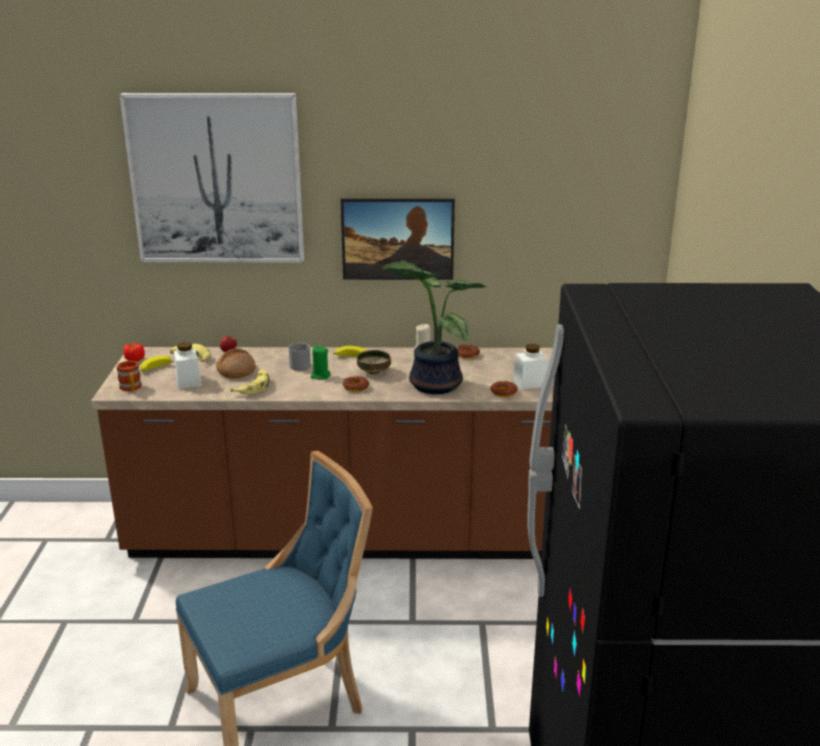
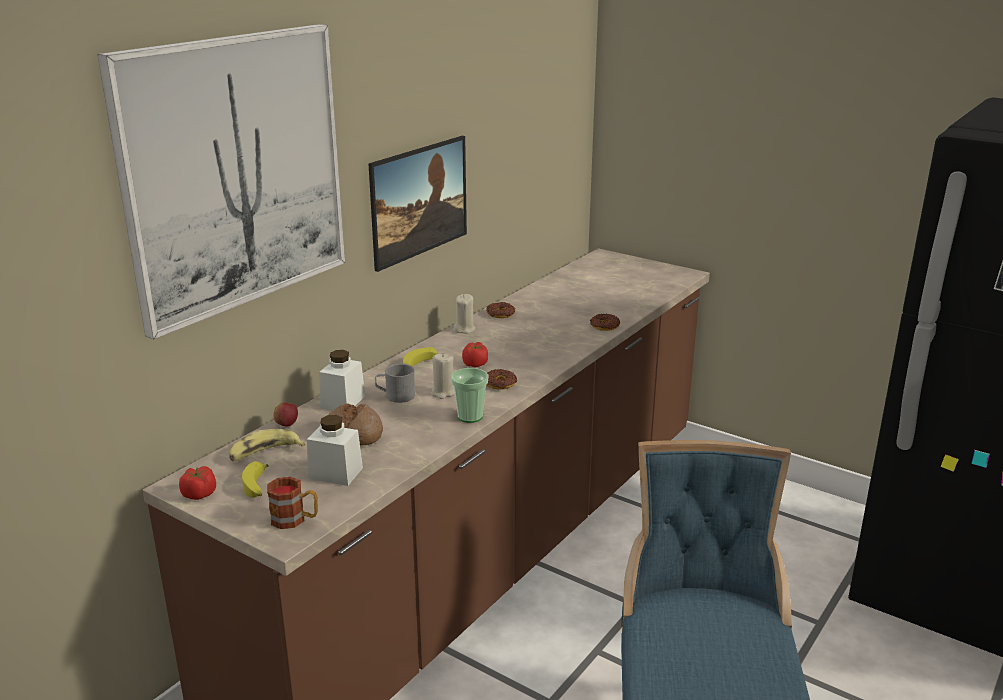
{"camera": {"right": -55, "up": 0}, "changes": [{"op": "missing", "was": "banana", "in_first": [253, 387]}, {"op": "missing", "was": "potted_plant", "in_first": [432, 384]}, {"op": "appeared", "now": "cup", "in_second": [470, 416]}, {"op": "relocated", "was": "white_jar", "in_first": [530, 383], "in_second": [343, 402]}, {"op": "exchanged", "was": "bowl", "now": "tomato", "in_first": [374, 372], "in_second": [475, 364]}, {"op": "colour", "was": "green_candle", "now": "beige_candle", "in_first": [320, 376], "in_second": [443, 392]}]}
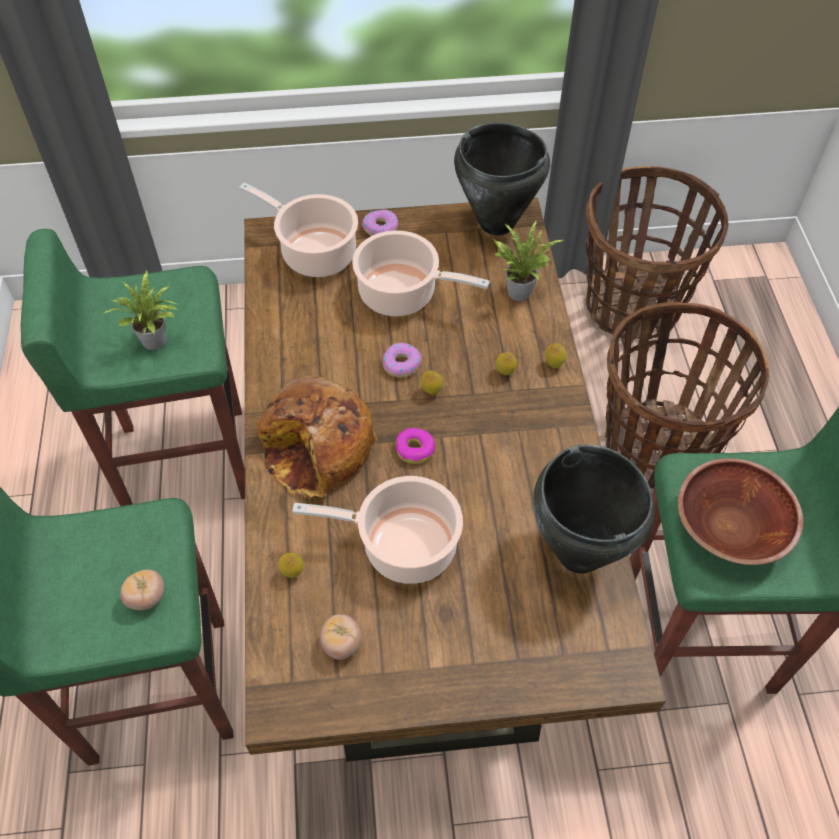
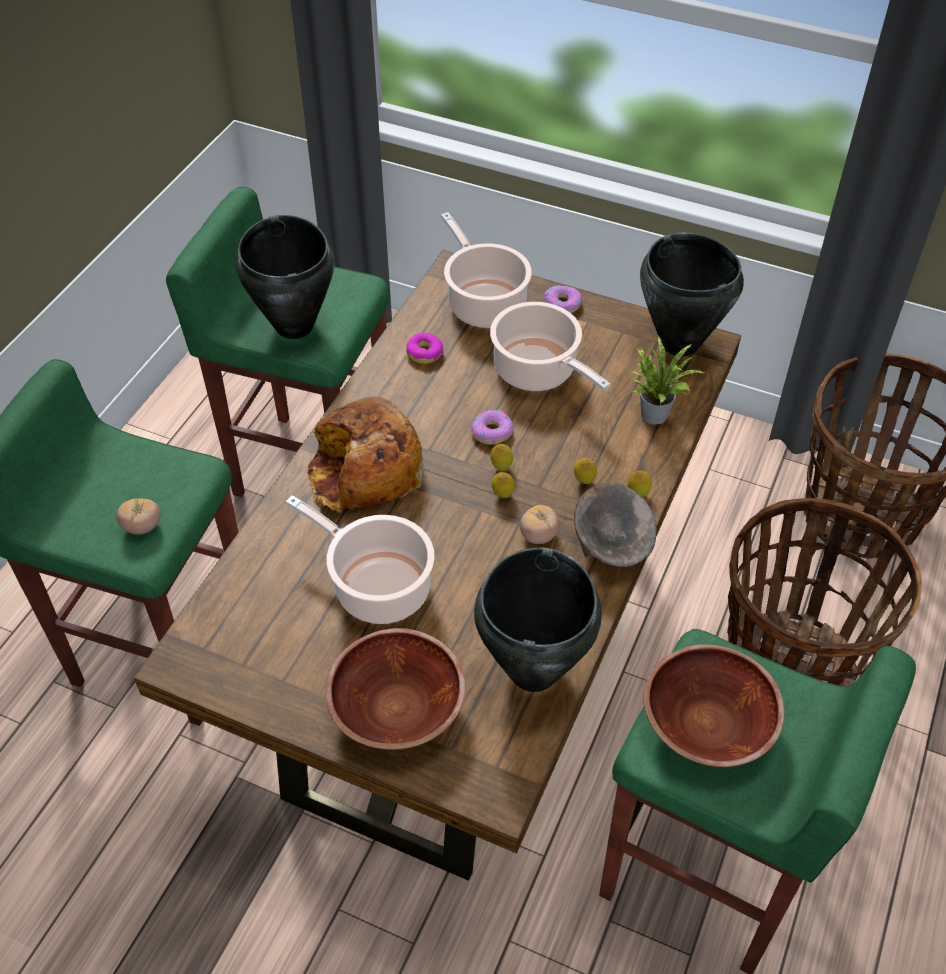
{"camera": {"right": 30, "up": -5}, "changes": [{"op": "appeared", "now": "brown_bowl", "in_second": [398, 709]}, {"op": "appeared", "now": "grey_bowl", "in_second": [611, 549]}, {"op": "relocated", "was": "lemon", "in_first": [293, 573], "in_second": [502, 495]}, {"op": "relocated", "was": "tomato", "in_first": [341, 644], "in_second": [538, 535]}, {"op": "relocated", "was": "donut", "in_first": [415, 449], "in_second": [424, 353]}, {"op": "exchanged", "was": "potted_plant", "now": "black_cooking_pot", "in_first": [156, 342], "in_second": [295, 325]}]}
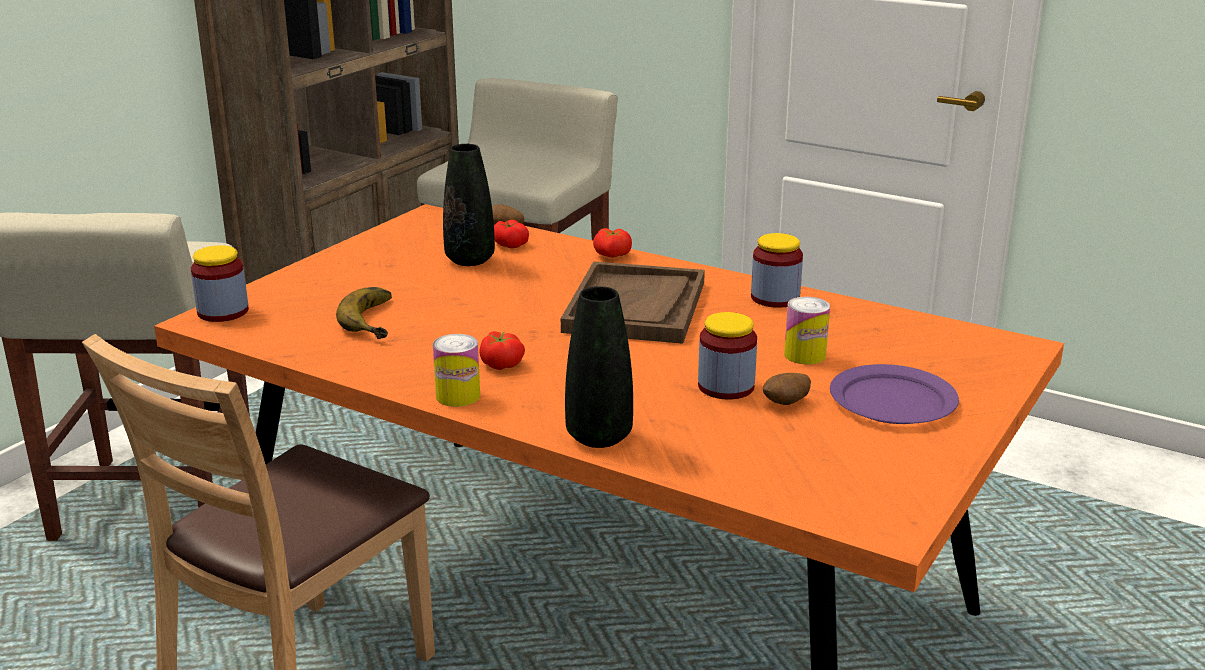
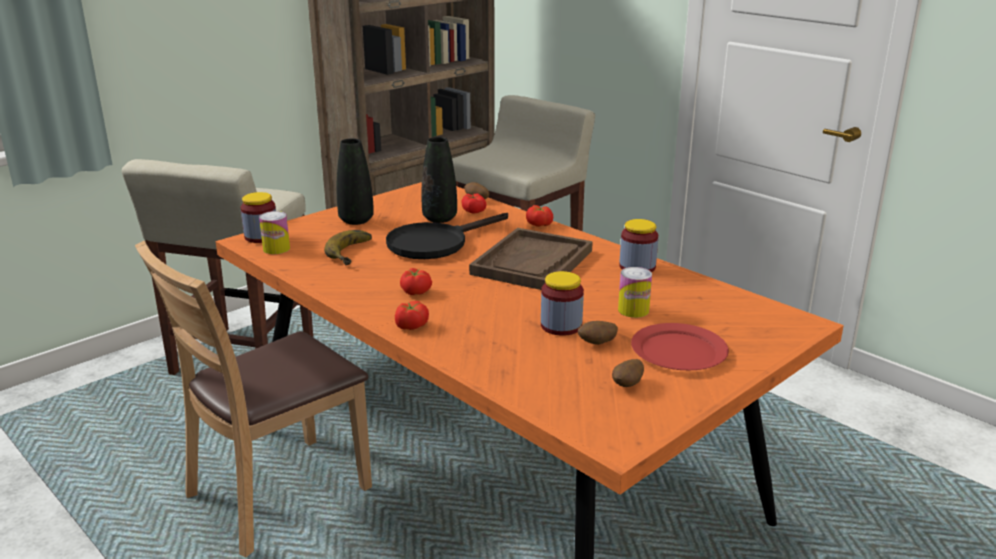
{"camera": {"right": 15, "up": 0}, "changes": [{"op": "appeared", "now": "black_frying_pan", "in_second": [435, 243]}, {"op": "appeared", "now": "tomato", "in_second": [411, 325]}, {"op": "appeared", "now": "potato", "in_second": [627, 385]}, {"op": "relocated", "was": "can", "in_first": [458, 396], "in_second": [276, 249]}, {"op": "relocated", "was": "black_vase", "in_first": [599, 437], "in_second": [356, 220]}, {"op": "colour", "was": "purple_plate", "now": "red_plate", "in_first": [893, 400], "in_second": [679, 351]}]}
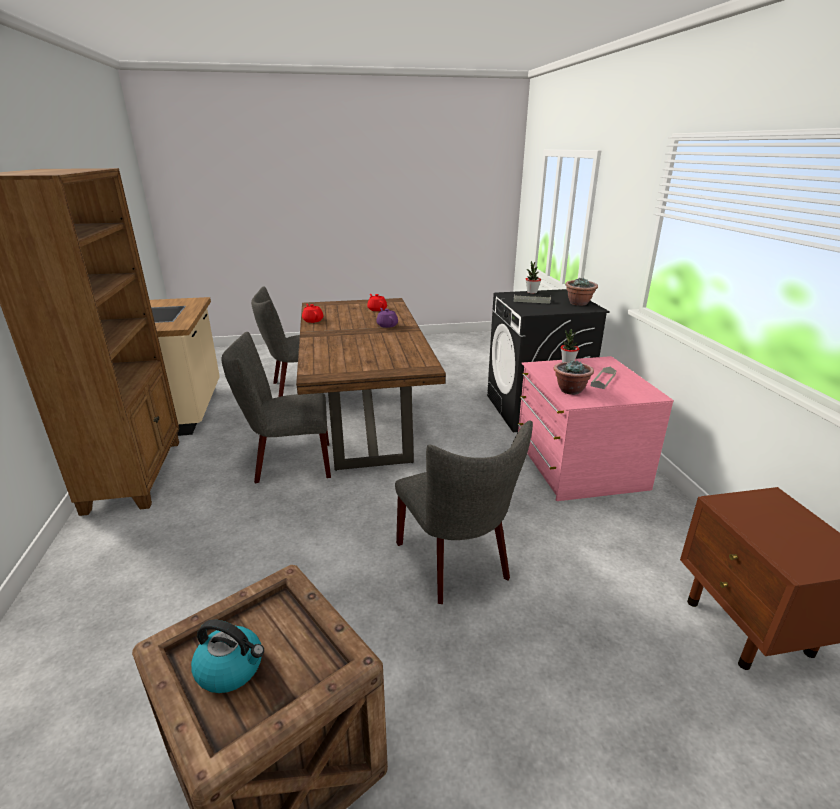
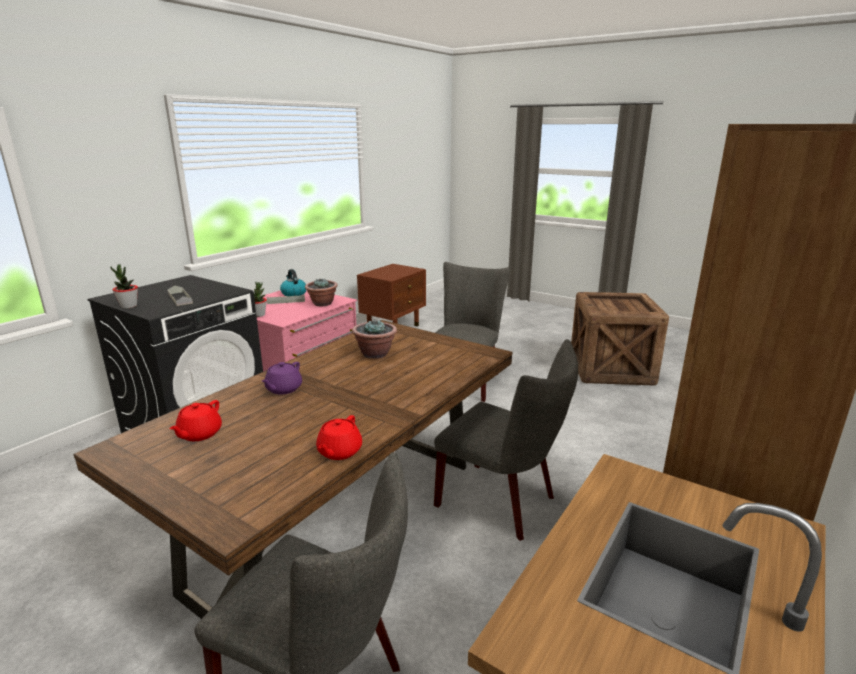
{"camera": {"right": -135, "up": -5}, "changes": [{"op": "relocated", "was": "kettle", "in_first": [231, 668], "in_second": [293, 293]}, {"op": "relocated", "was": "potted_plant", "in_first": [579, 303], "in_second": [375, 354]}]}
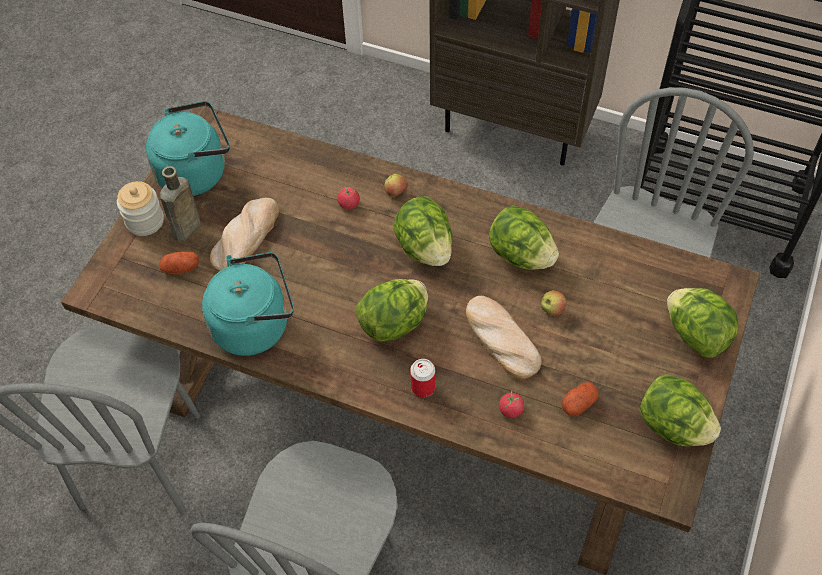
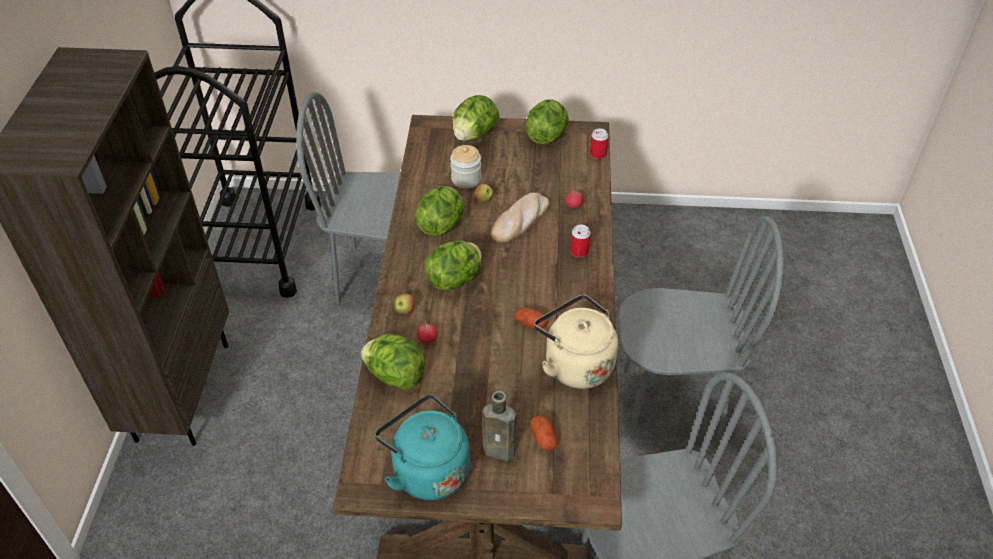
{"camera": {"right": -110, "up": -10}, "changes": [{"op": "missing", "was": "bread", "in_first": [246, 237]}, {"op": "appeared", "now": "can", "in_second": [598, 154]}, {"op": "relocated", "was": "jar", "in_first": [145, 221], "in_second": [466, 179]}, {"op": "relocated", "was": "lettuce", "in_first": [395, 322], "in_second": [395, 375]}, {"op": "relocated", "was": "potato", "in_first": [578, 403], "in_second": [530, 324]}, {"op": "colour", "was": "turquoise_kettle", "now": "beige_kettle", "in_first": [255, 324], "in_second": [575, 364]}]}
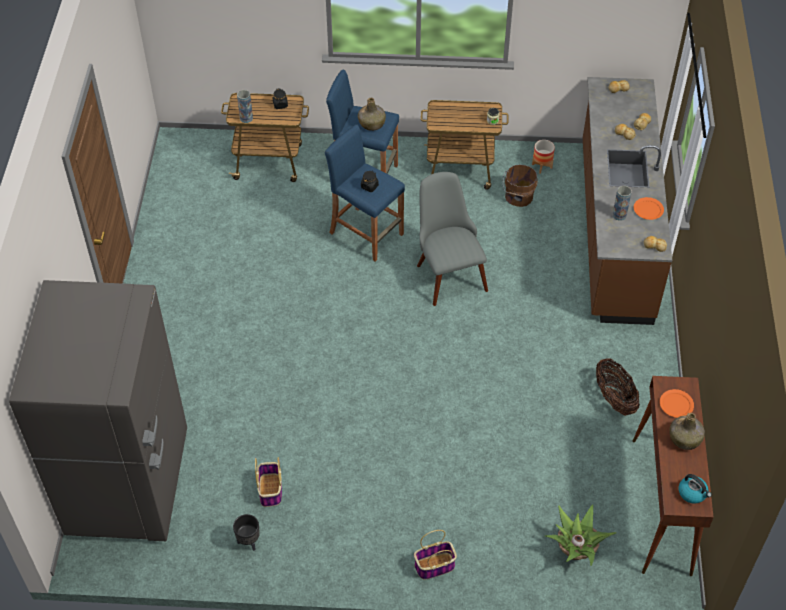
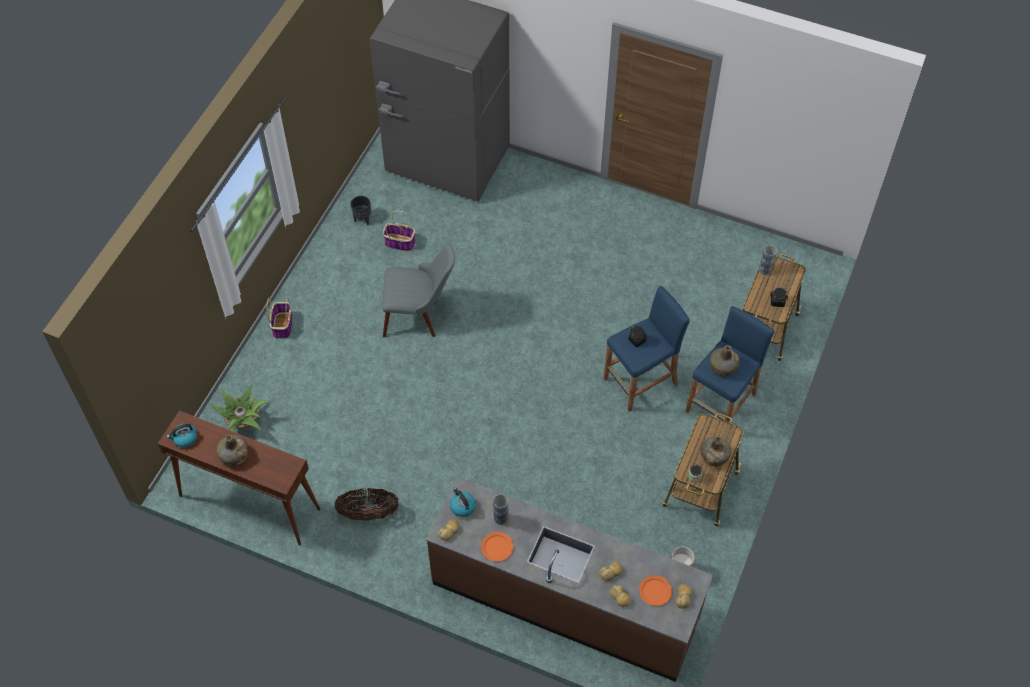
{"camera": {"right": 110, "up": 5}, "changes": [{"op": "missing", "was": "brown_bucket", "in_first": [518, 197]}, {"op": "appeared", "now": "kettle", "in_second": [462, 506]}, {"op": "appeared", "now": "green_bottle", "in_second": [713, 456]}, {"op": "relocated", "was": "grey_chair", "in_first": [447, 271], "in_second": [419, 314]}, {"op": "relocated", "was": "orange_plate", "in_first": [676, 404], "in_second": [655, 591]}]}
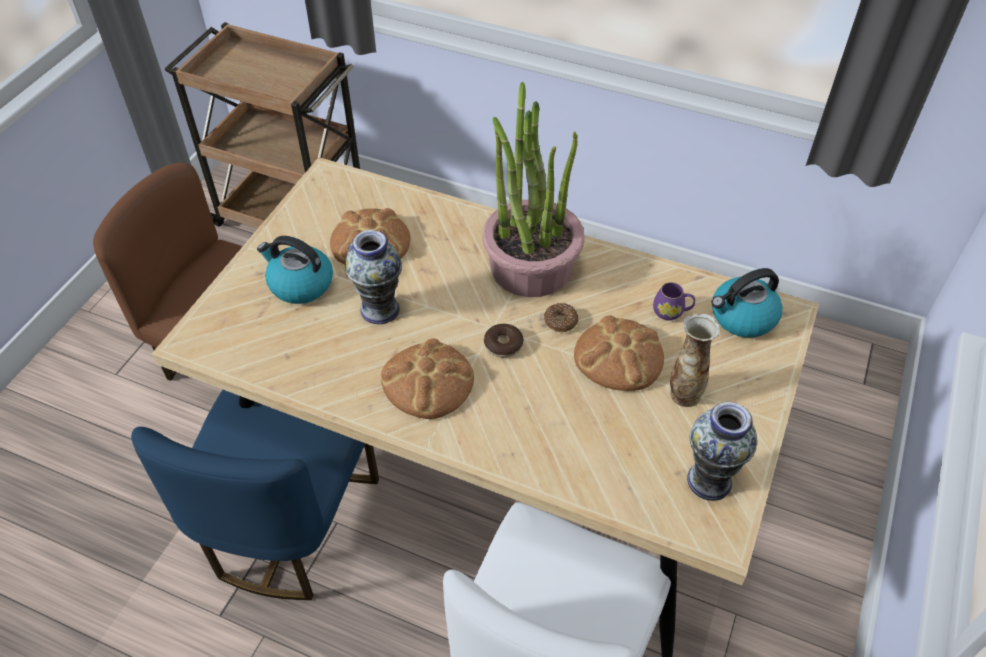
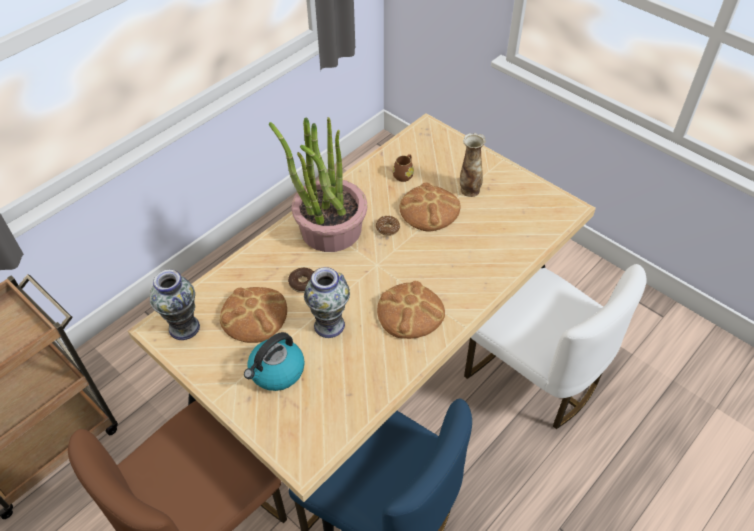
{"camera": {"right": -70, "up": 0}, "changes": [{"op": "missing", "was": "kettle", "in_first": [742, 317]}, {"op": "relocated", "was": "donut", "in_first": [503, 344], "in_second": [303, 283]}, {"op": "relocated", "was": "vase", "in_first": [710, 481], "in_second": [184, 327]}, {"op": "colour", "was": "purple_mug", "now": "brown_mug", "in_first": [671, 312], "in_second": [404, 174]}]}
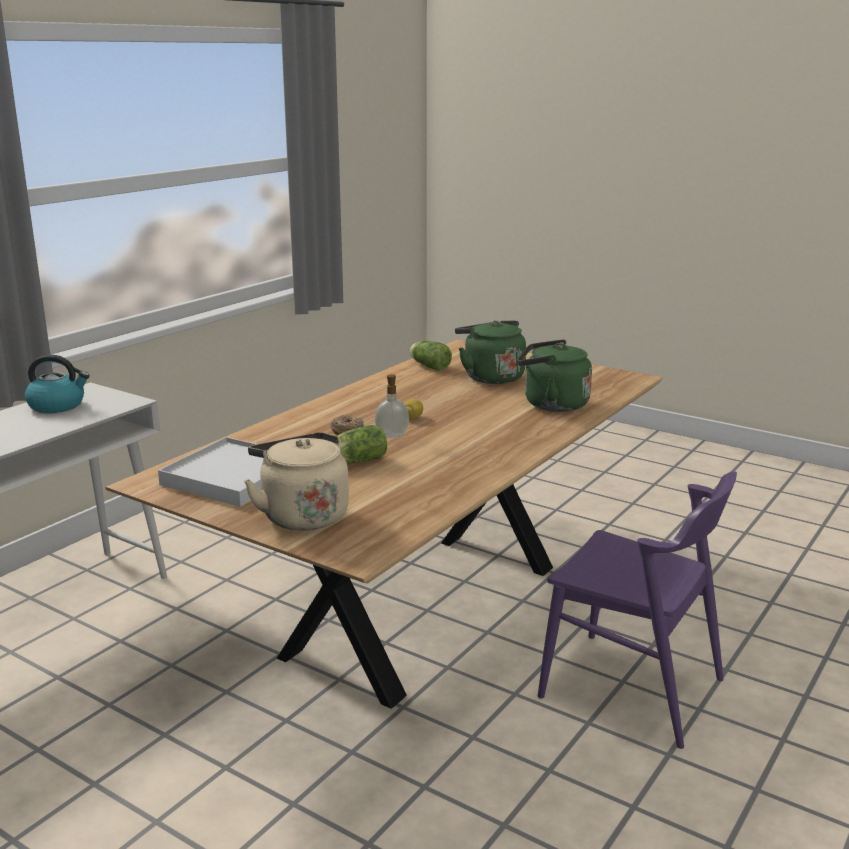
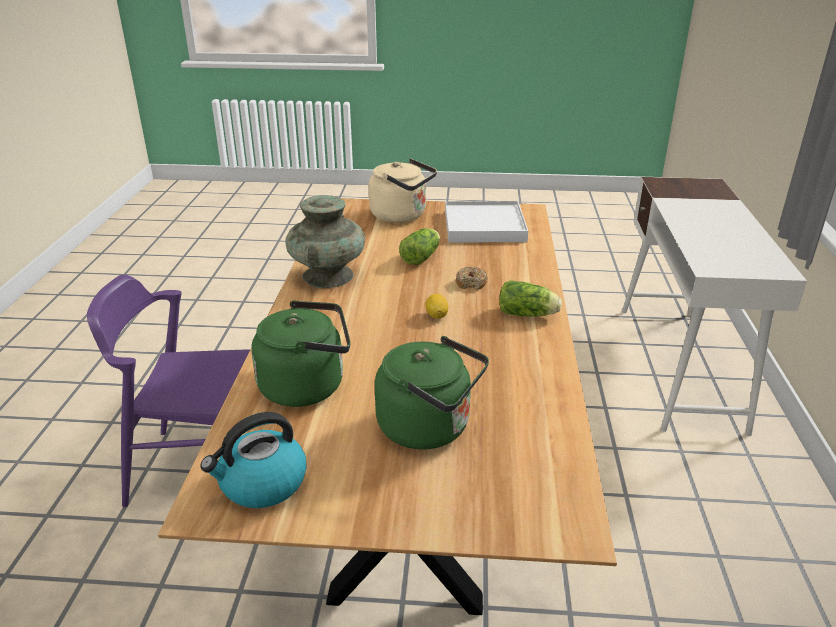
{"camera": {"right": 150, "up": 10}, "changes": [{"op": "missing", "was": "soap_dispenser", "in_first": [391, 435]}, {"op": "appeared", "now": "turquoise_vase", "in_second": [328, 276]}, {"op": "relocated", "was": "kettle", "in_first": [58, 405], "in_second": [262, 484]}, {"op": "relocated", "was": "lettuce", "in_first": [428, 366], "in_second": [529, 314]}]}
